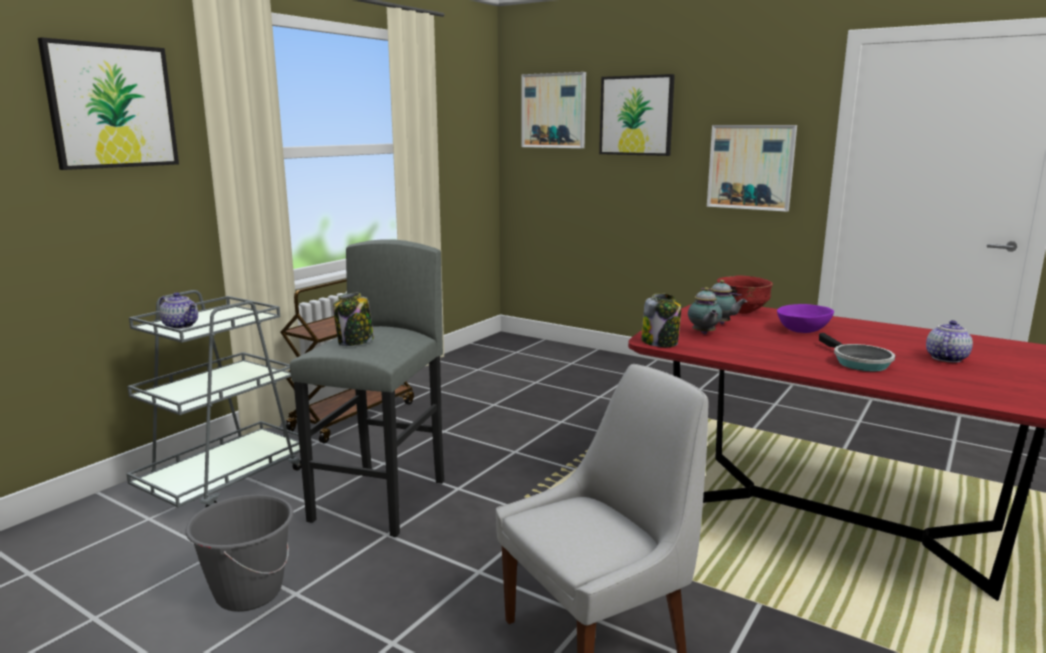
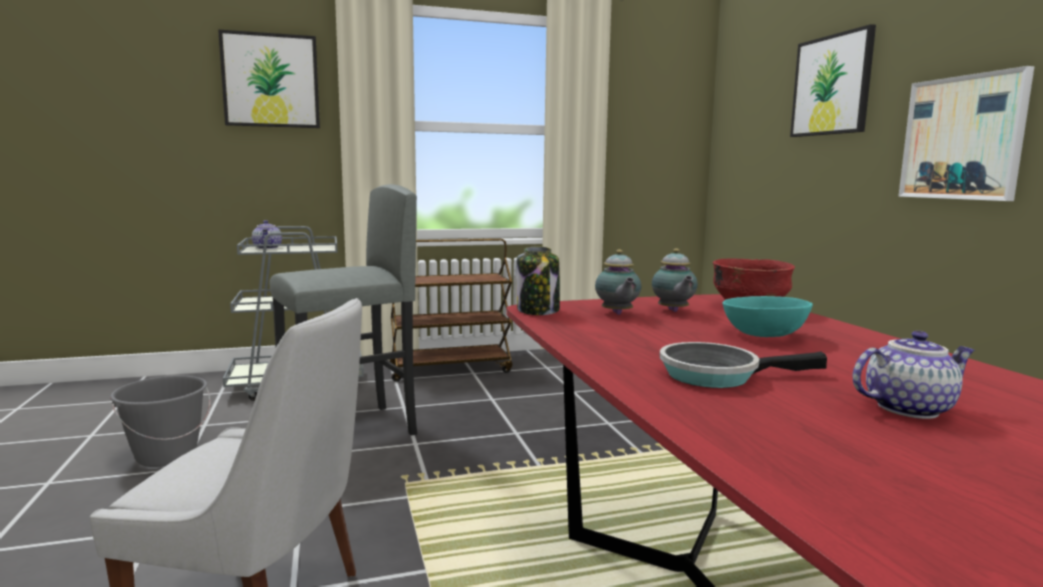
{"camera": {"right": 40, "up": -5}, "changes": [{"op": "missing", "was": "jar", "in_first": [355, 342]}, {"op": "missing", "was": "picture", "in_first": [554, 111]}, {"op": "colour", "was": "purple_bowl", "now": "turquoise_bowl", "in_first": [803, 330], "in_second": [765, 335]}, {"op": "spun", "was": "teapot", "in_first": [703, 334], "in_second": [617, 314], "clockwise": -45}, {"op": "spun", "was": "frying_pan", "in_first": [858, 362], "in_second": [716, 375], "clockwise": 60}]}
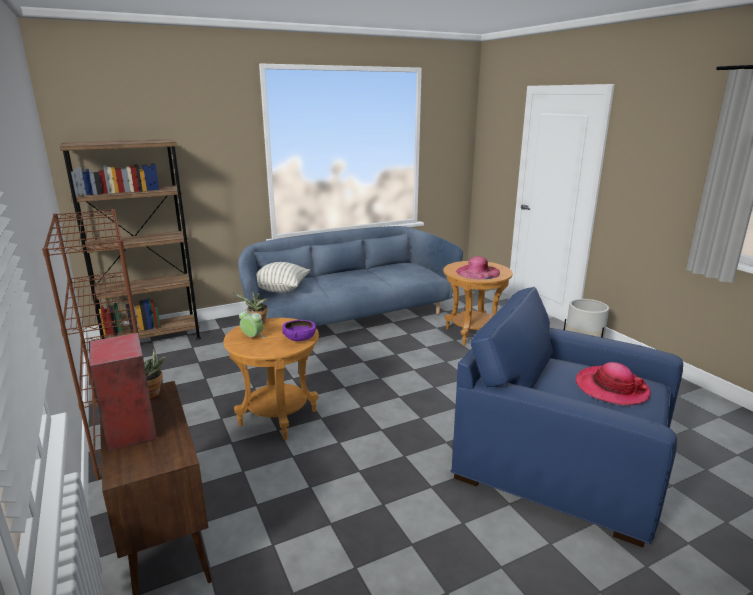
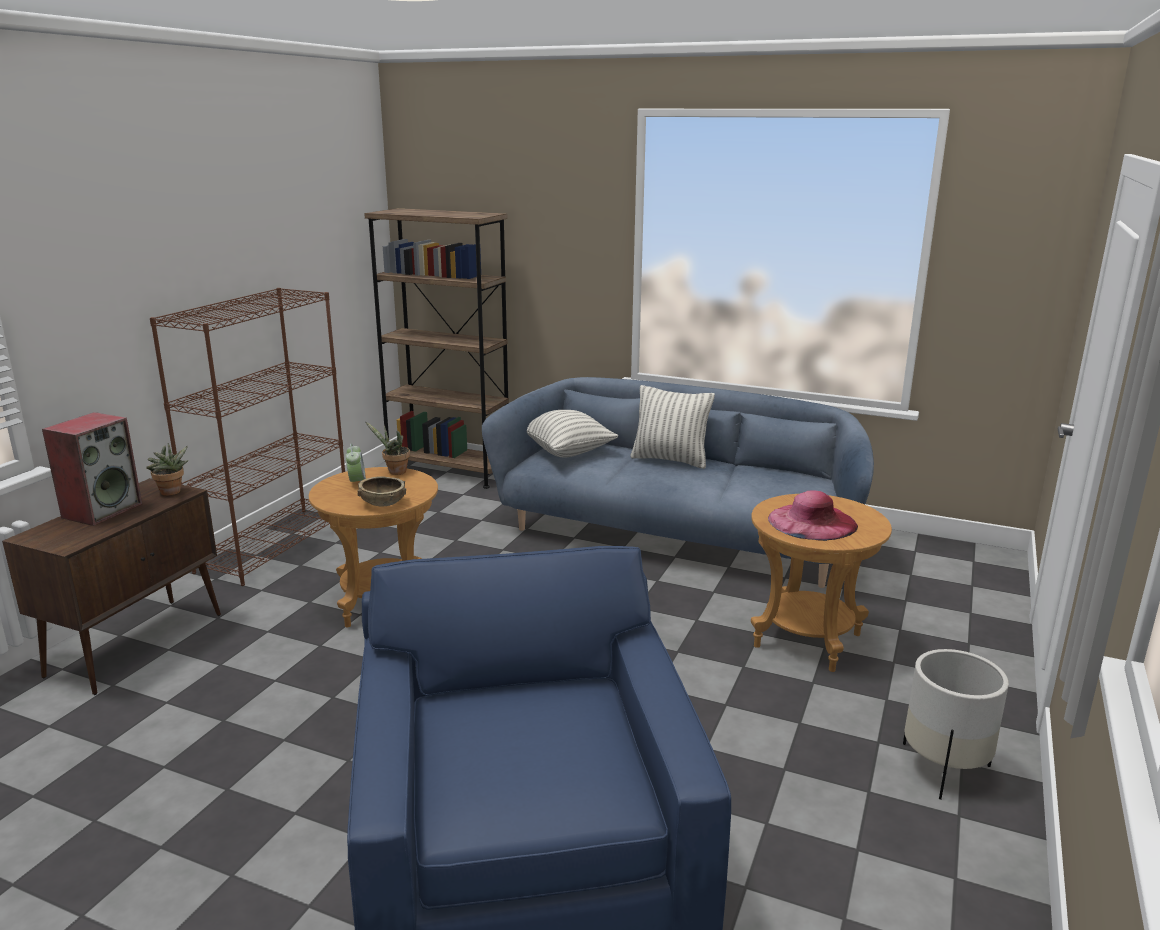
{"camera": {"right": 50, "up": 0}, "changes": [{"op": "missing", "was": "hat", "in_first": [611, 388]}, {"op": "appeared", "now": "pillow", "in_second": [670, 460]}, {"op": "colour", "was": "purple_bowl", "now": "brown_bowl", "in_first": [299, 339], "in_second": [382, 503]}]}
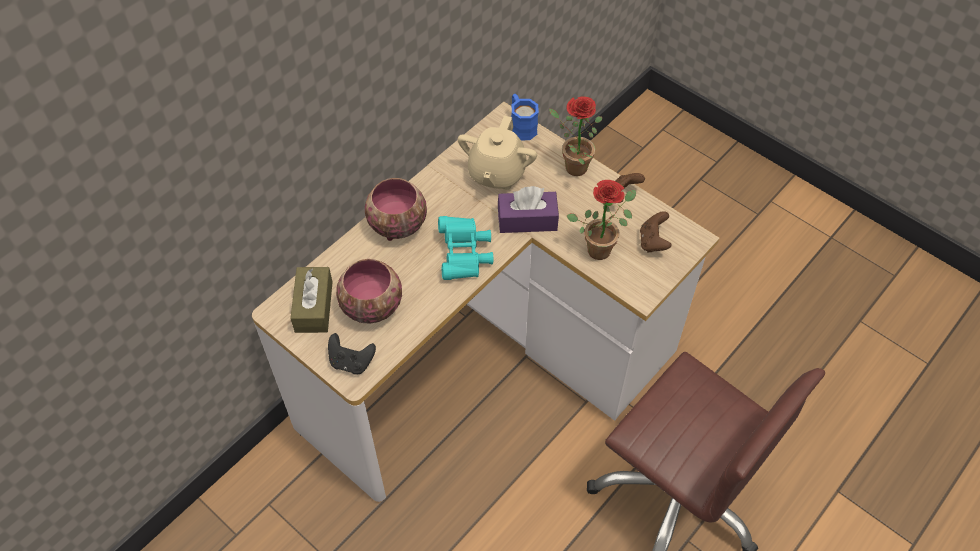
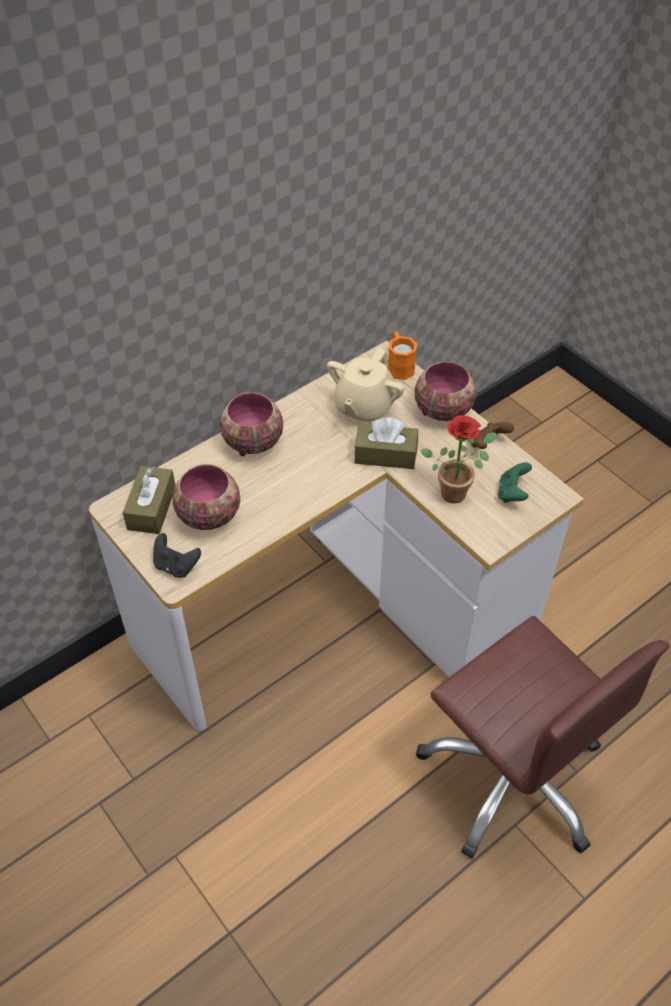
{"camera": {"right": 10, "up": -5}, "changes": [{"op": "missing", "was": "turquoise_binoculars", "in_first": [464, 256]}, {"op": "exchanged", "was": "potted_plant", "now": "bowl", "in_first": [571, 166], "in_second": [442, 410]}, {"op": "colour", "was": "purple_tissue_box", "now": "brown_tissue_box", "in_first": [527, 220], "in_second": [385, 455]}, {"op": "colour", "was": "blue_mug", "now": "orange_mug", "in_first": [521, 126], "in_second": [399, 365]}, {"op": "colour", "was": "brown_game_controller", "now": "green_game_controller", "in_first": [653, 242], "in_second": [512, 493]}]}
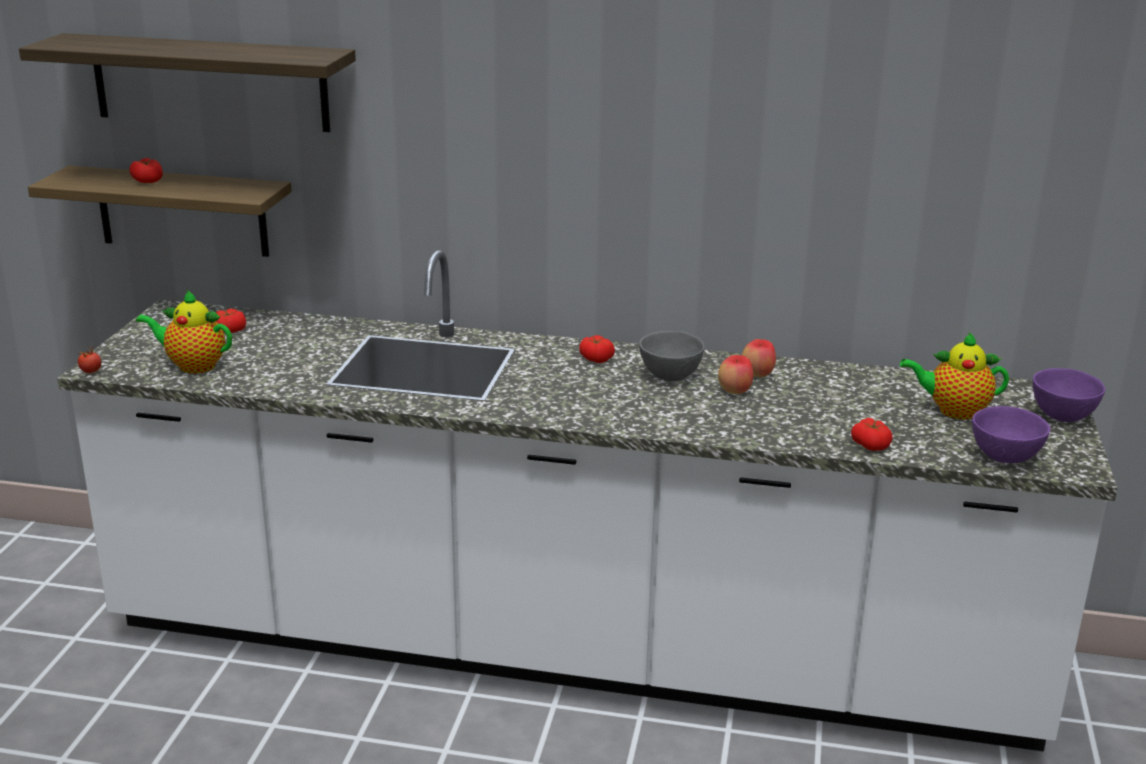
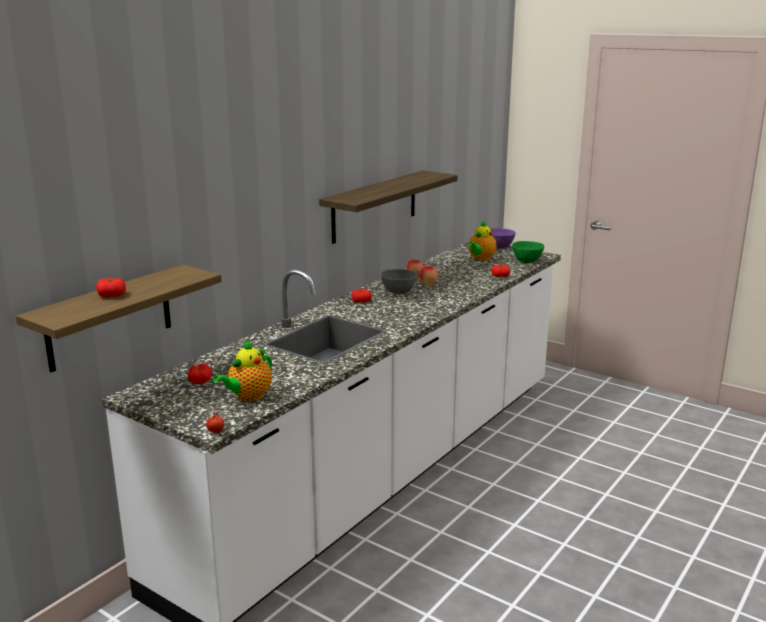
{"camera": {"right": -65, "up": -5}, "changes": [{"op": "relocated", "was": "shelf", "in_first": [210, 82], "in_second": [375, 206]}, {"op": "colour", "was": "purple_bowl", "now": "green_bowl", "in_first": [1006, 458], "in_second": [527, 261]}]}
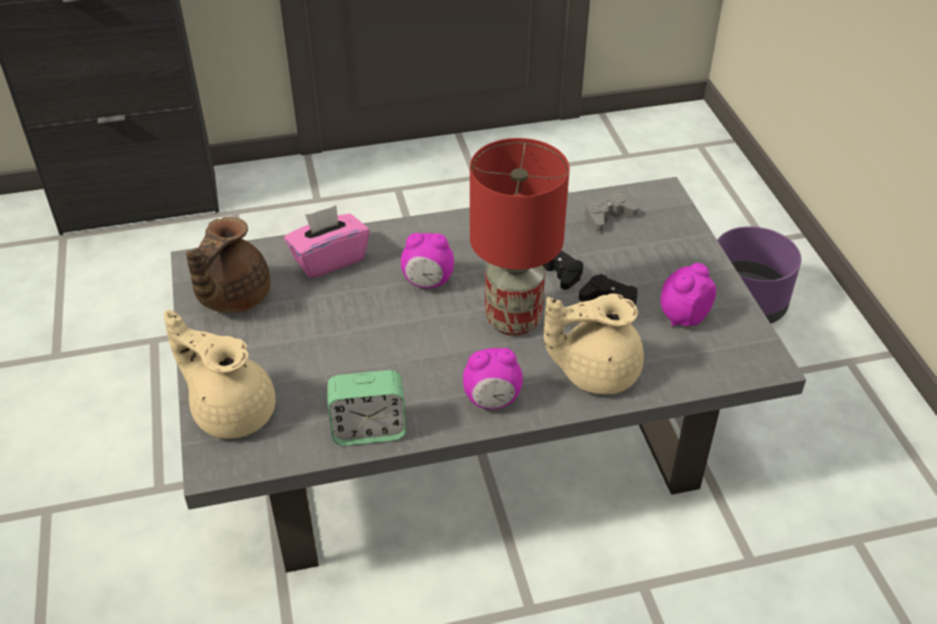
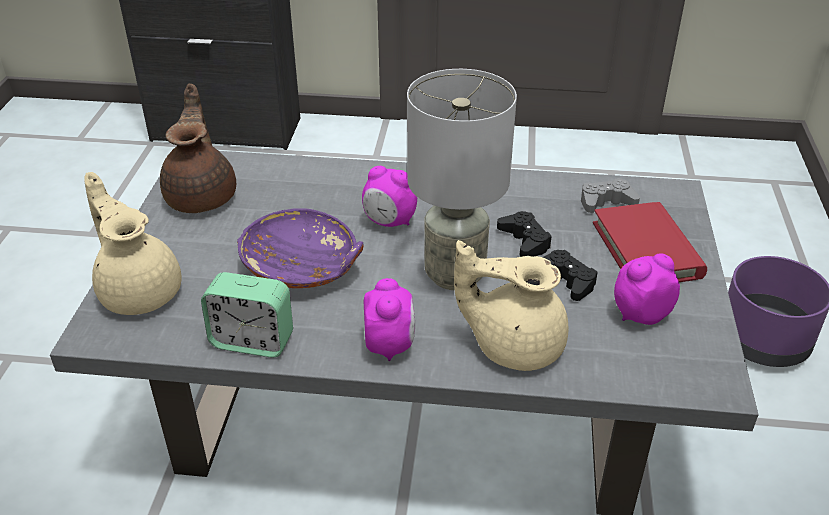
{"camera": {"right": 20, "up": -5}, "changes": [{"op": "missing", "was": "pink_tissue_box", "in_first": [329, 259]}, {"op": "appeared", "now": "purple_bowl", "in_second": [303, 266]}, {"op": "appeared", "now": "red_book", "in_second": [646, 250]}, {"op": "colour", "was": "red_table_lamp", "now": "grey_table_lamp", "in_first": [512, 320], "in_second": [453, 274]}, {"op": "spun", "was": "brown_teapot", "in_first": [232, 297], "in_second": [203, 196], "clockwise": 135}, {"op": "spun", "was": "alarm_clock", "in_first": [492, 400], "in_second": [390, 345], "clockwise": -105}]}
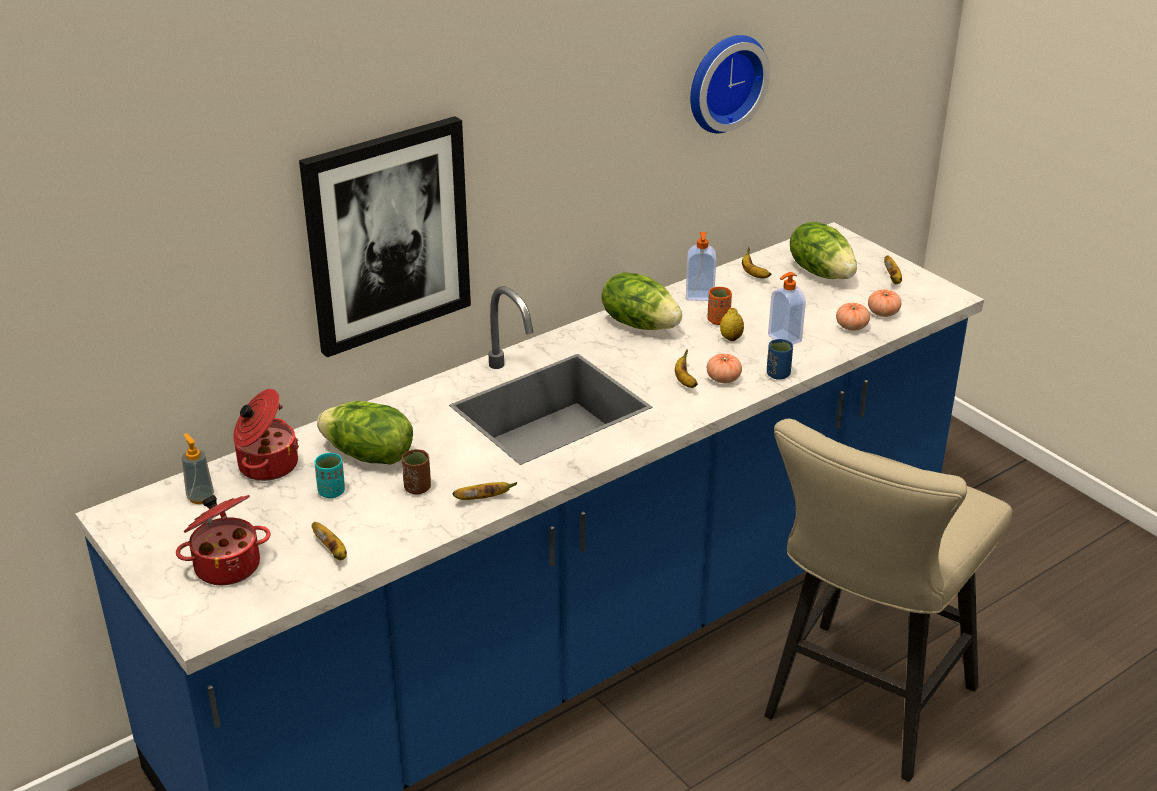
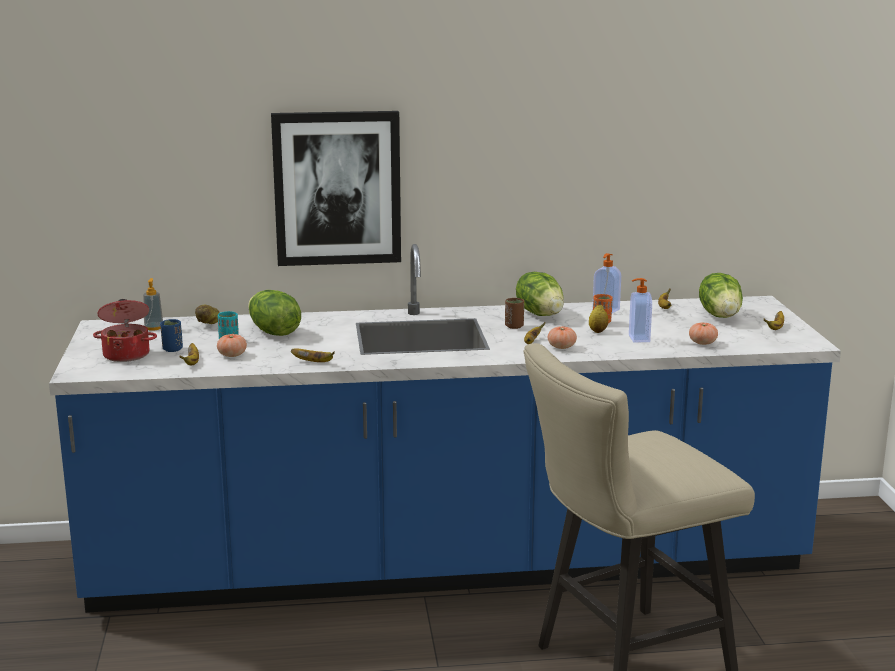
{"camera": {"right": 30, "up": -15}, "changes": [{"op": "missing", "was": "wall_clock", "in_first": [723, 81]}, {"op": "relocated", "was": "brown_cup", "in_first": [417, 488], "in_second": [514, 326]}, {"op": "relocated", "was": "blue_cup", "in_first": [778, 374], "in_second": [172, 349]}, {"op": "relocated", "was": "tomato", "in_first": [883, 313], "in_second": [232, 355]}, {"op": "exchanged", "was": "cooking_pot", "now": "potato", "in_first": [266, 465], "in_second": [209, 323]}]}
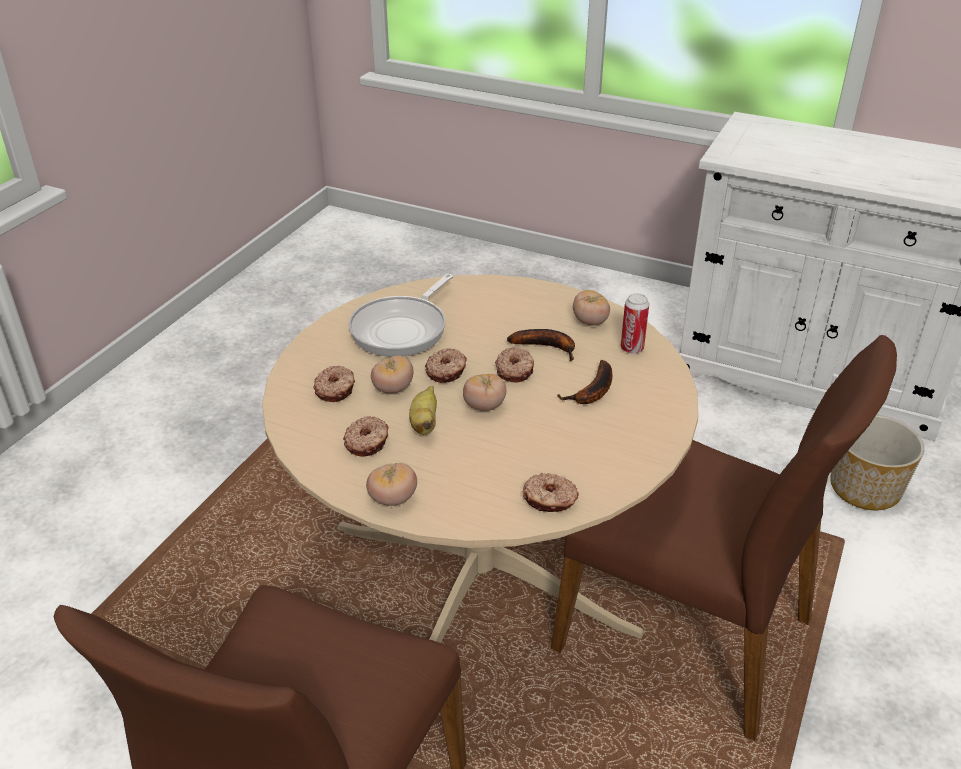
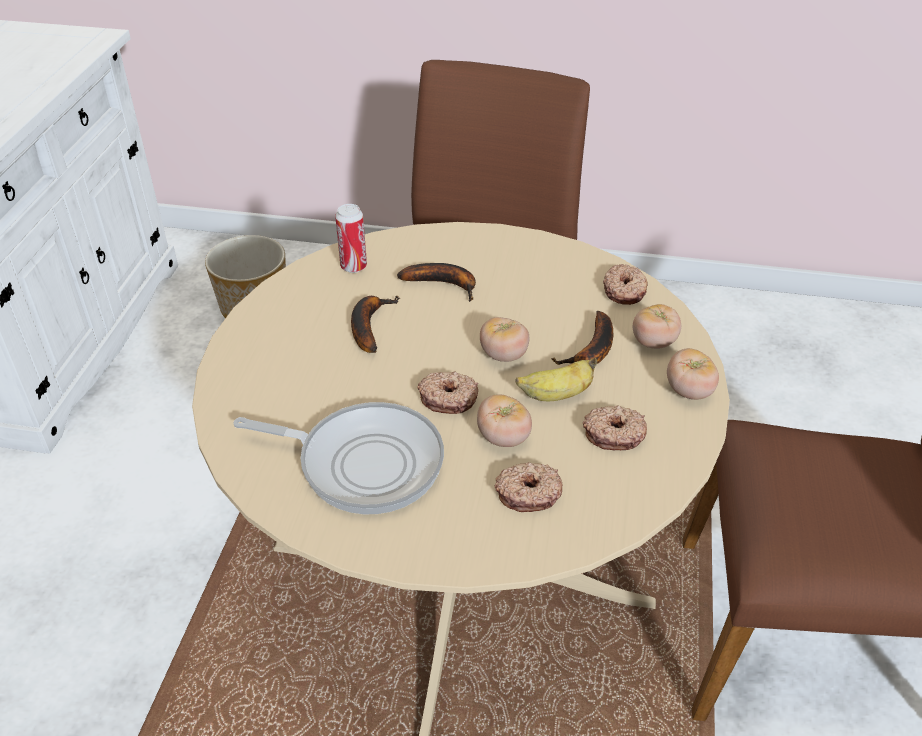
{"camera": {"right": -105, "up": 5}, "changes": [{"op": "missing", "was": "donut", "in_first": [515, 370]}, {"op": "appeared", "now": "banana", "in_second": [592, 351]}, {"op": "relocated", "was": "tomato", "in_first": [590, 321], "in_second": [653, 342]}]}
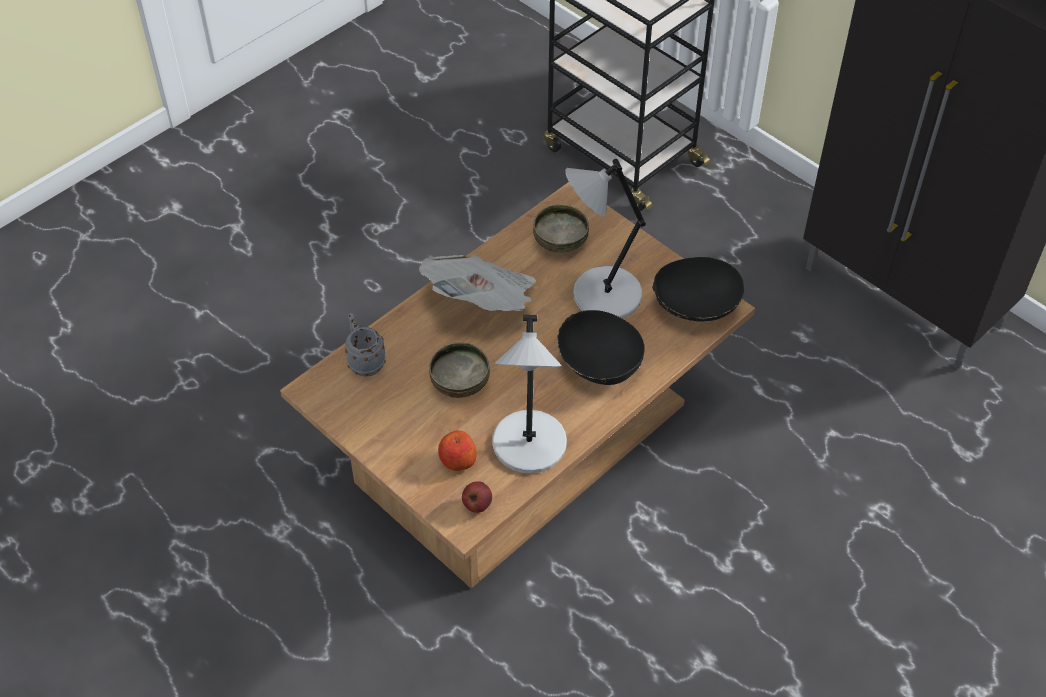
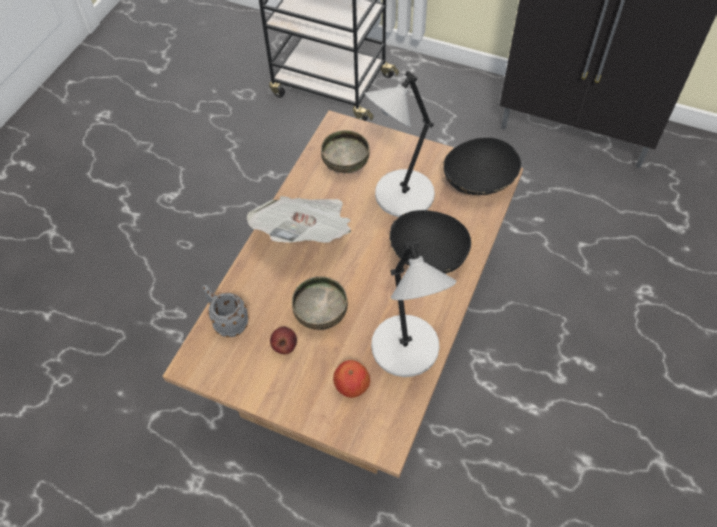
{"camera": {"right": -20, "up": 5}, "changes": [{"op": "relocated", "was": "apple", "in_first": [477, 505], "in_second": [284, 346]}]}
